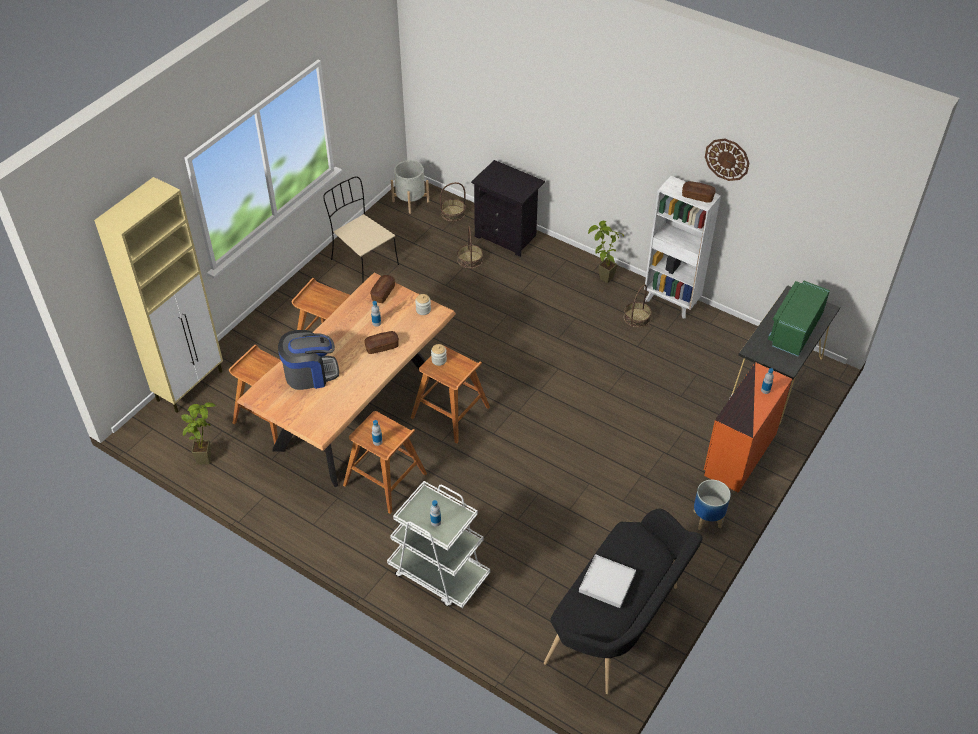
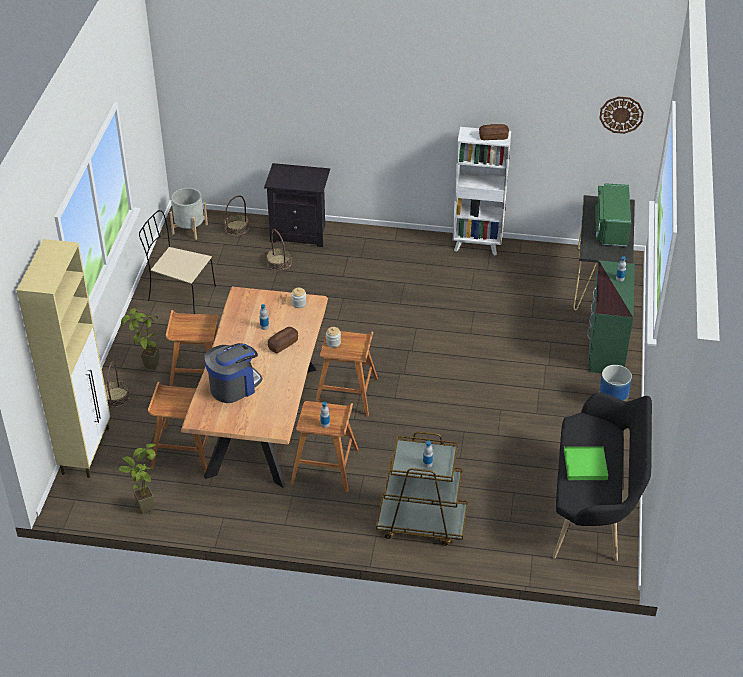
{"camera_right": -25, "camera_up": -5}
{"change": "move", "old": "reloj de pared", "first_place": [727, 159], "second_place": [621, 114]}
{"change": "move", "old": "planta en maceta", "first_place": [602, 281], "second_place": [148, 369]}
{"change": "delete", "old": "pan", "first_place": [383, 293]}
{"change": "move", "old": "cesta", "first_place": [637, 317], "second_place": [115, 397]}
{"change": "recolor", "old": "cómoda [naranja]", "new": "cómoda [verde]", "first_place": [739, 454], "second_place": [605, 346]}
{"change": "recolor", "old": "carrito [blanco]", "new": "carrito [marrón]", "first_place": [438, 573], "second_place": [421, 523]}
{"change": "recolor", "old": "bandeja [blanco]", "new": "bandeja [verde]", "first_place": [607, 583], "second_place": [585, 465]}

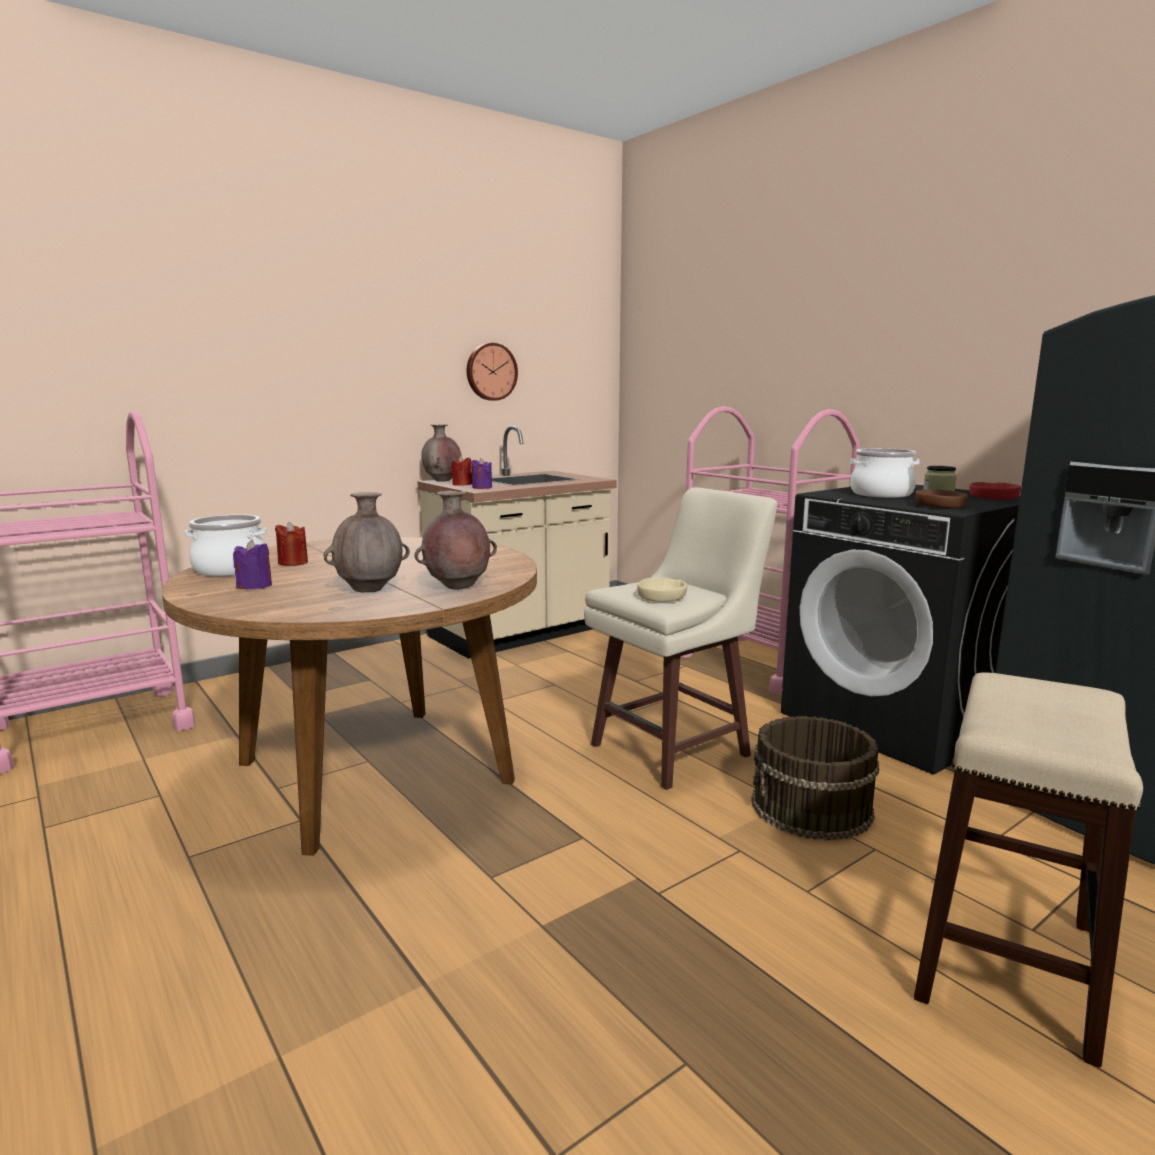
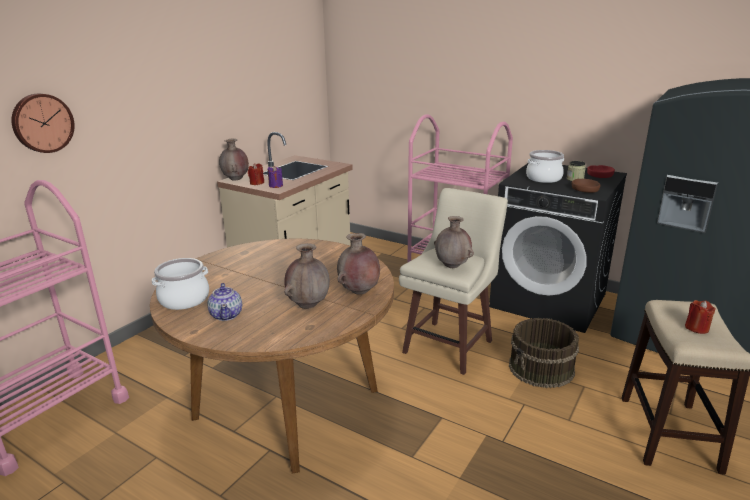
{"camera_right": -20, "camera_up": 10}
{"change": "move", "old": "reloj de pared", "first_place": [490, 372], "second_place": [42, 123]}
{"change": "move", "old": "vela [rojo]", "first_place": [293, 563], "second_place": [696, 328]}
{"change": "replace", "old": "vela [morado]", "new": "tetera", "first_place": [255, 586], "second_place": [227, 315]}
{"change": "replace", "old": "cuenco [beis]", "new": "florero [marrón]", "first_place": [662, 596], "second_place": [452, 266]}

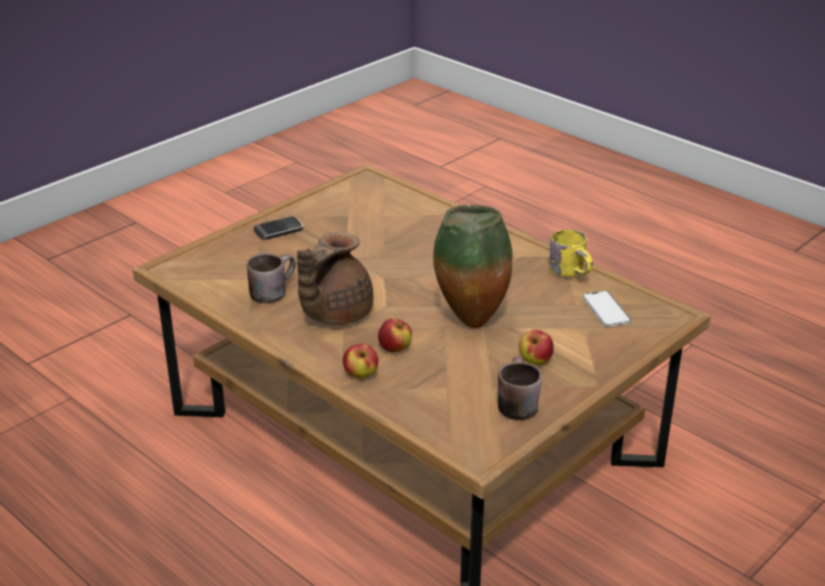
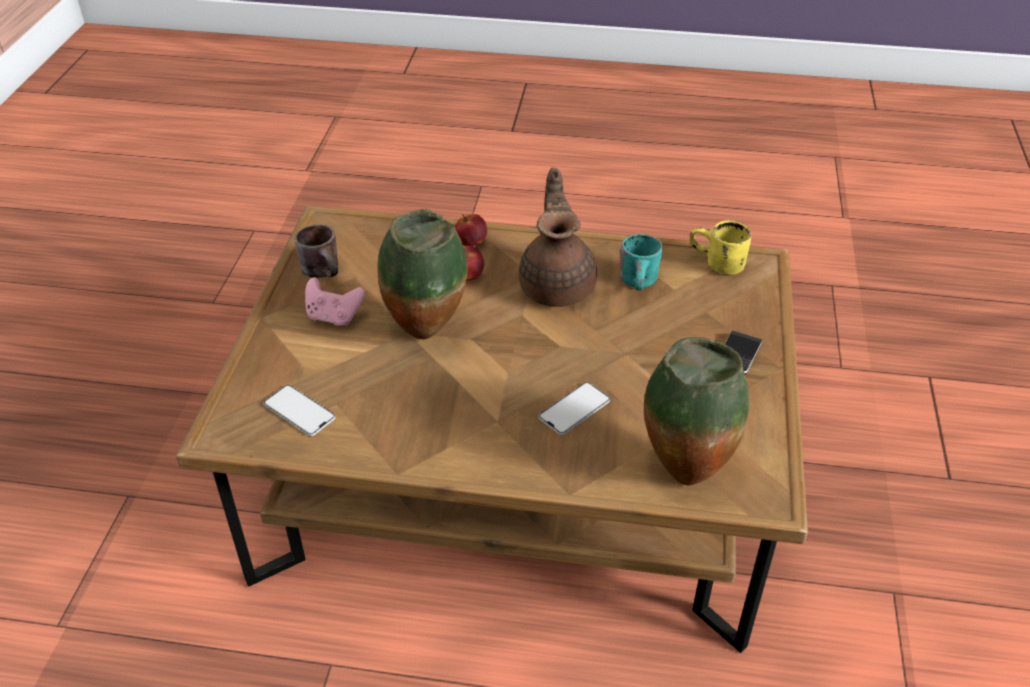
{"camera_right": 145, "camera_up": 10}
{"change": "move", "old": "taza grande [amarillo]", "first_place": [573, 272], "second_place": [716, 264]}
{"change": "recolor", "old": "taza grande [marrón]", "new": "taza grande [turquesa]", "first_place": [271, 290], "second_place": [641, 283]}
{"change": "replace", "old": "manzana", "new": "mando de consola [rosa]", "first_place": [535, 361], "second_place": [334, 317]}
{"change": "insert", "new": "florero", "second_place": [683, 471]}
{"change": "insert", "new": "móvil", "second_place": [574, 409]}

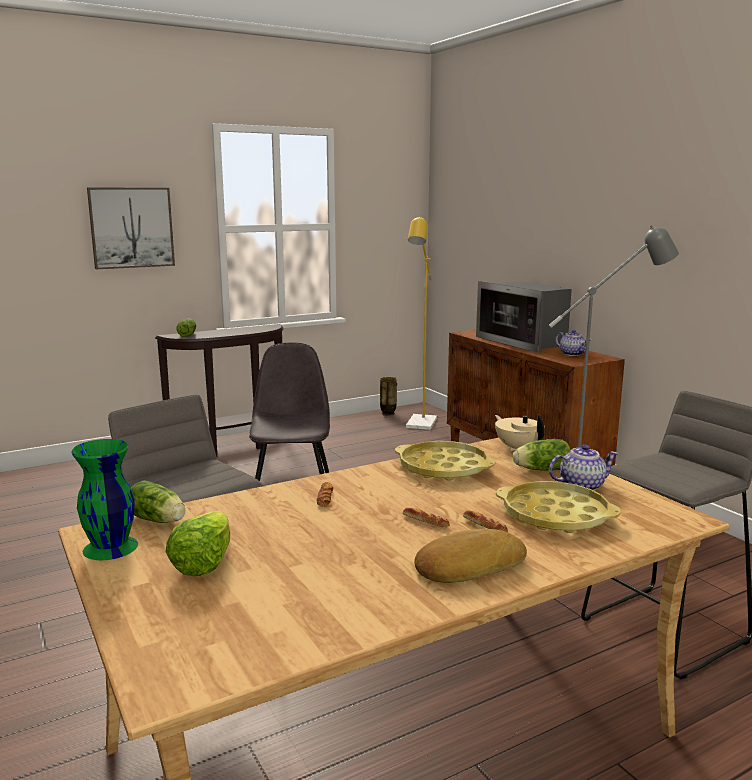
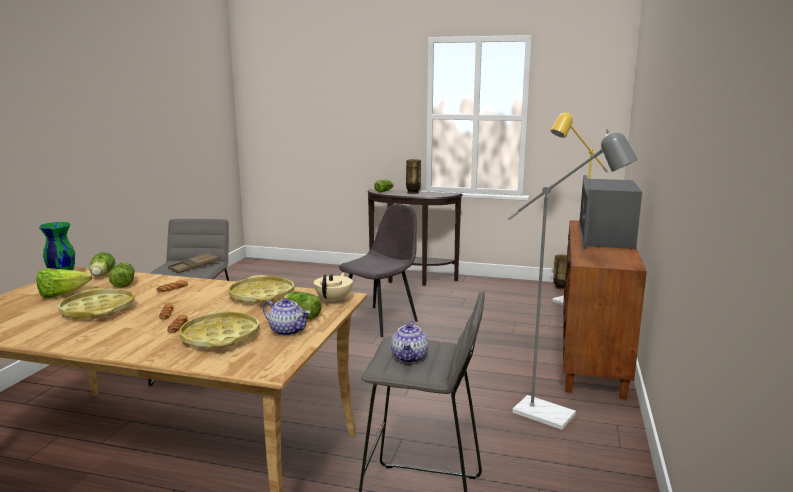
{"camera_right": 45, "camera_up": 0}
{"change": "delete", "old": "cuadro", "first_place": [131, 227]}
{"change": "move", "old": "tetera", "first_place": [572, 354], "second_place": [410, 358]}
{"change": "delete", "old": "pan", "first_place": [468, 565]}
{"change": "insert", "new": "florero", "second_place": [413, 193]}
{"change": "insert", "new": "bandeja [marrón]", "second_place": [194, 266]}
{"change": "insert", "new": "lechuga", "second_place": [124, 283]}
{"change": "insert", "new": "bandeja [amarillo]", "second_place": [98, 310]}

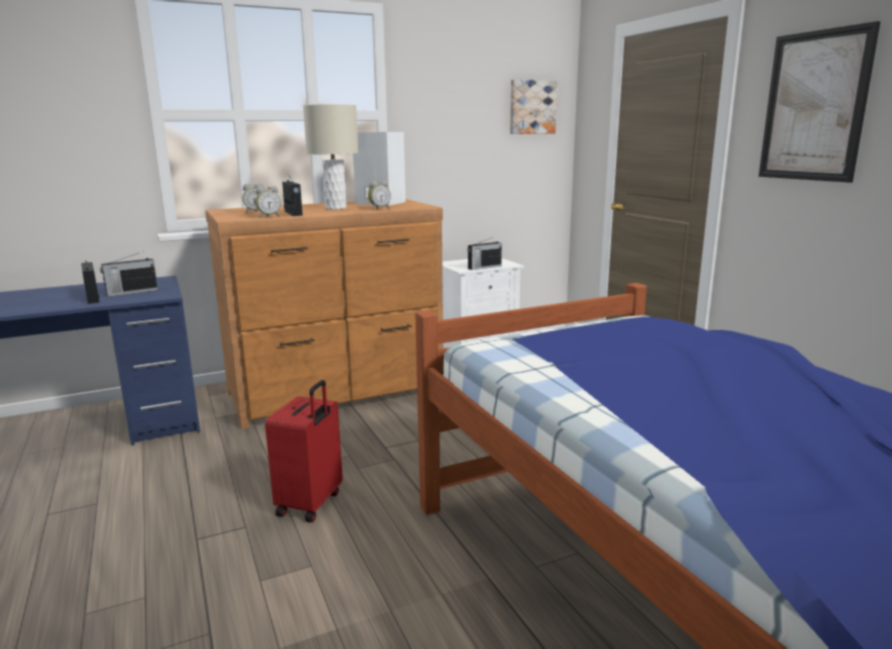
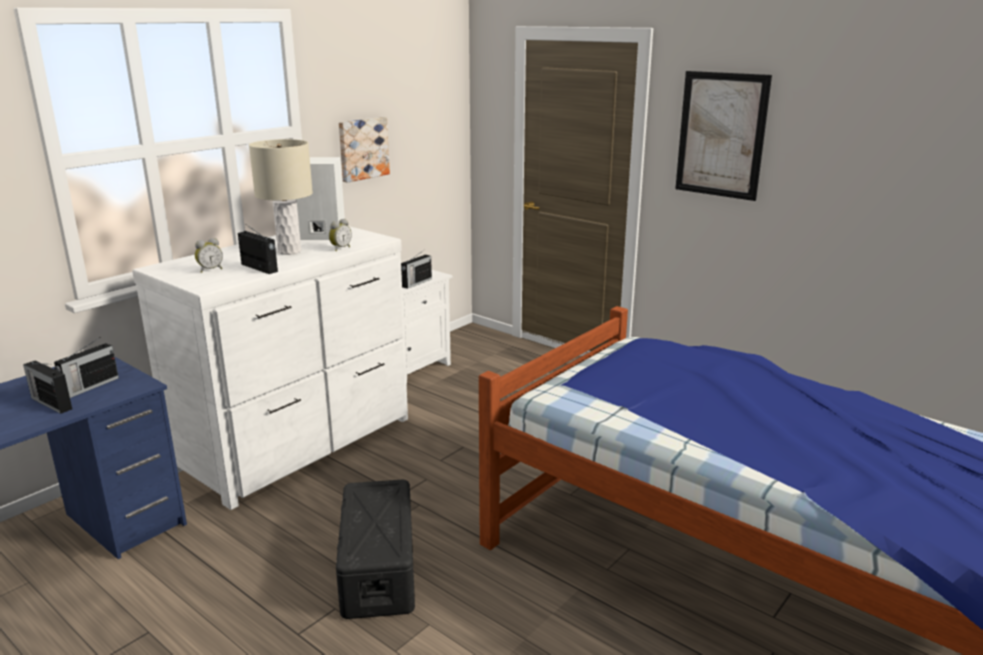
{"camera_right": -25, "camera_up": 5}
{"change": "move", "old": "cuadro", "first_place": [532, 107], "second_place": [362, 148]}
{"change": "delete", "old": "despertador", "first_place": [269, 216]}
{"change": "recolor", "old": "cómoda [marrón]", "new": "cómoda [blanco]", "first_place": [337, 392], "second_place": [298, 443]}
{"change": "replace", "old": "maleta [rojo]", "new": "caja de almacenaje [negro]", "first_place": [311, 504], "second_place": [378, 569]}

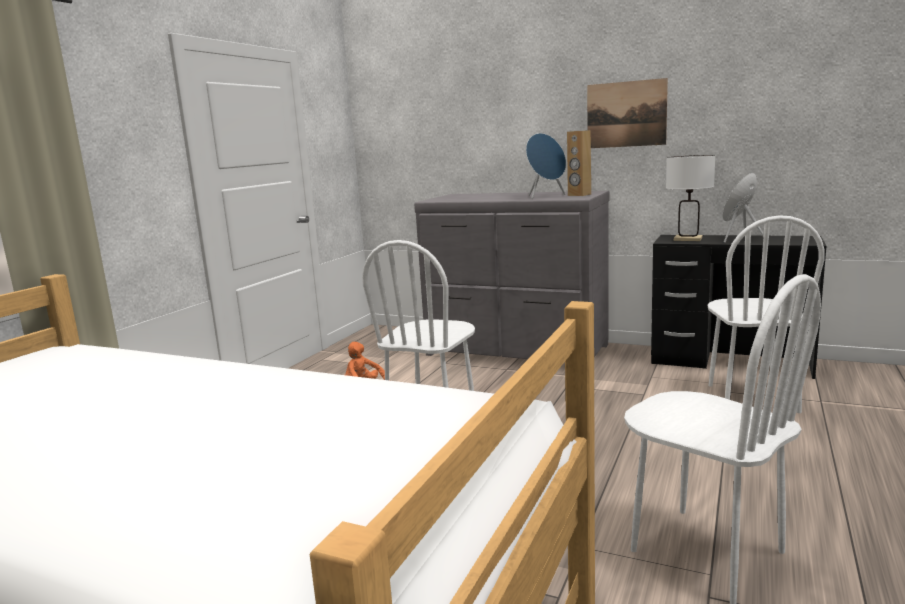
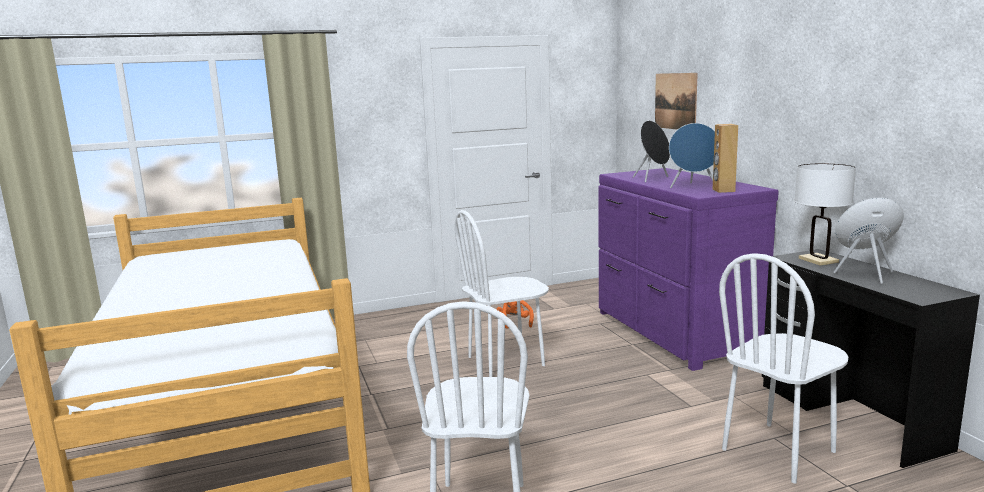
{"camera_right": 45, "camera_up": 0}
{"change": "move", "old": "cuadro", "first_place": [626, 114], "second_place": [675, 101]}
{"change": "recolor", "old": "cómoda [gris]", "new": "cómoda [morado]", "first_place": [516, 351], "second_place": [673, 333]}
{"change": "insert", "new": "altavoz [negro]", "second_place": [652, 179]}

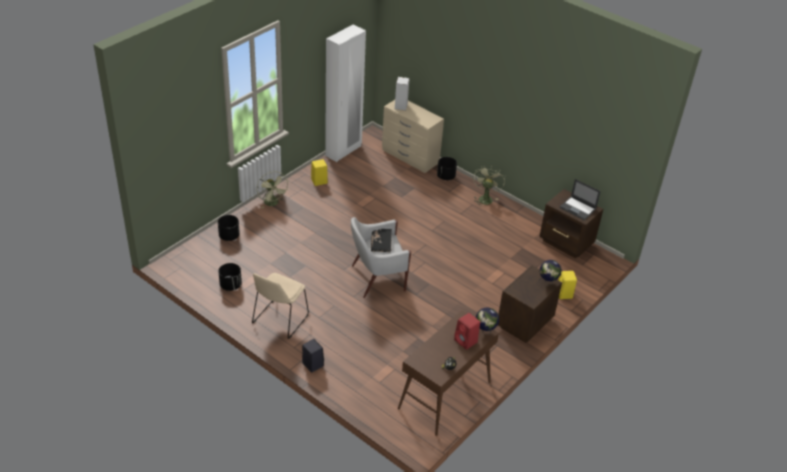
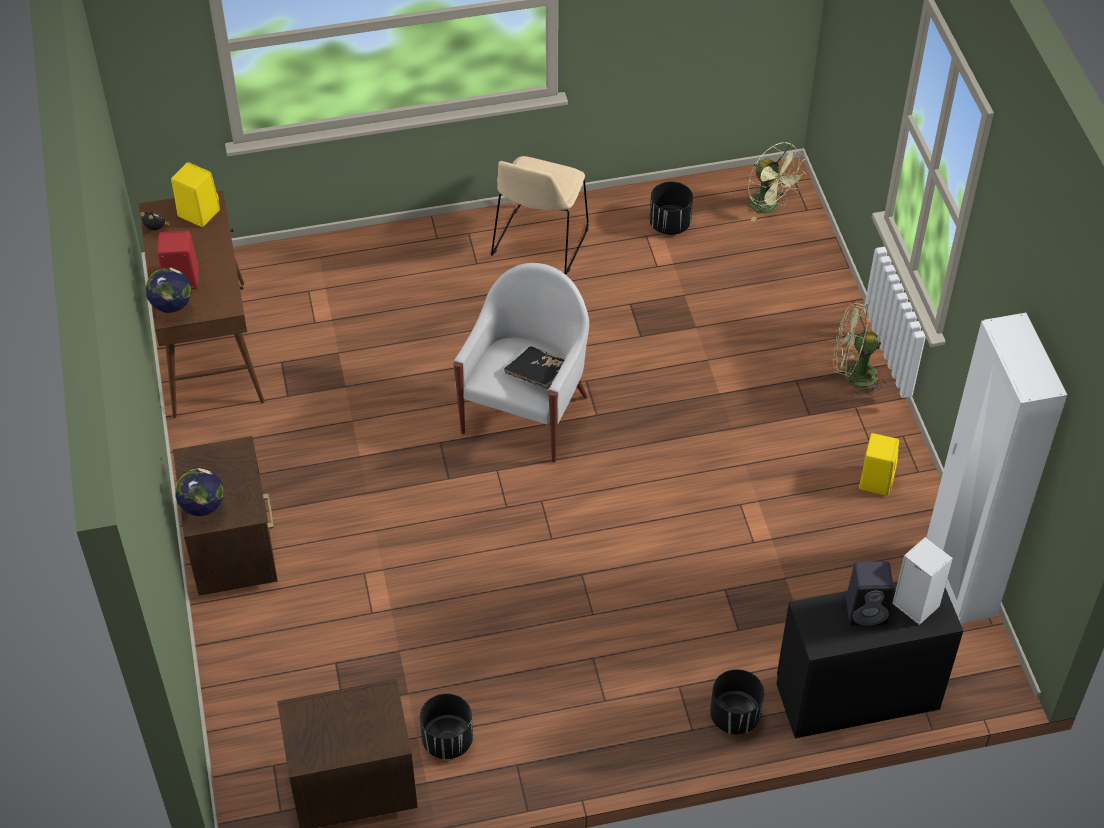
{"camera_right": 130, "camera_up": 10}
{"change": "recolor", "old": "cómoda [beis]", "new": "cómoda [negro]", "first_place": [410, 157], "second_place": [856, 694]}
{"change": "move", "old": "ventilador [verde]", "first_place": [485, 198], "second_place": [769, 207]}
{"change": "delete", "old": "portátil", "first_place": [578, 208]}
{"change": "move", "old": "maceta [negro]", "first_place": [229, 236], "second_place": [448, 740]}
{"change": "move", "old": "altavoz [amarillo]", "first_place": [564, 294], "second_place": [197, 213]}
{"change": "rotate", "old": "silla [beis]", "first_place": [279, 320], "second_place": [539, 244], "degrees": -135}
{"change": "move", "old": "altavoz [negro]", "first_place": [312, 364], "second_place": [867, 610]}

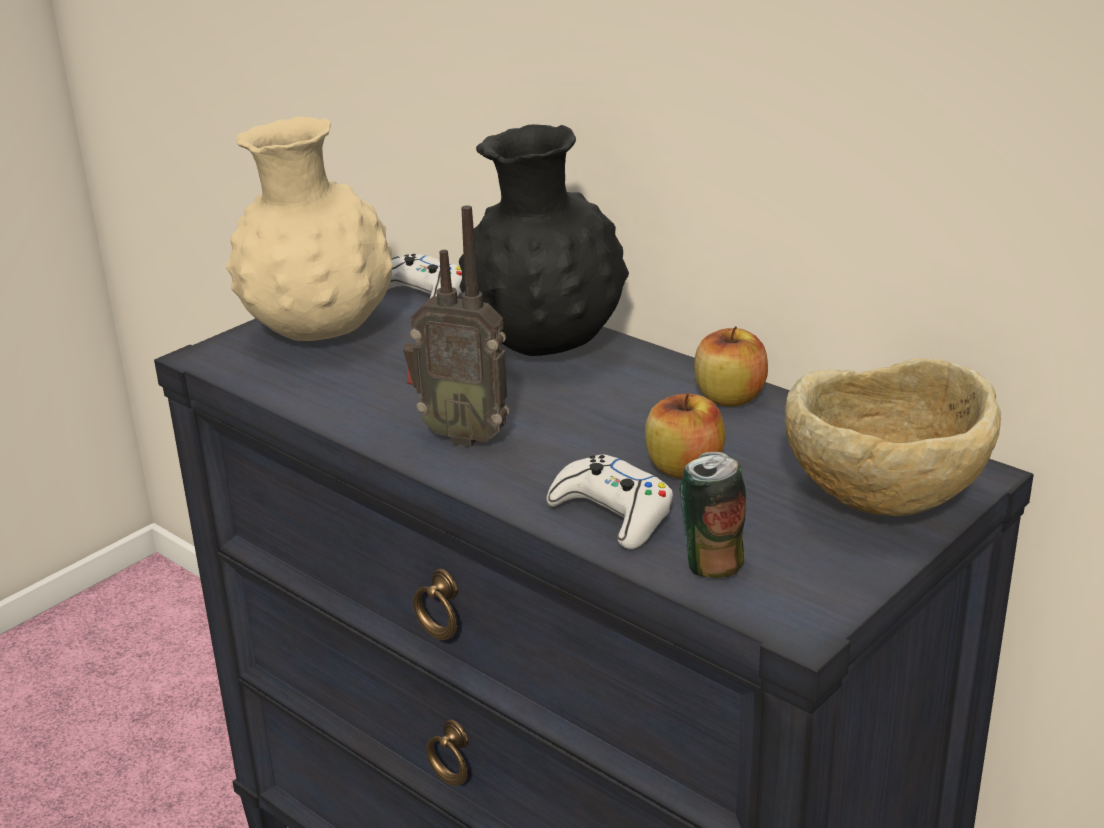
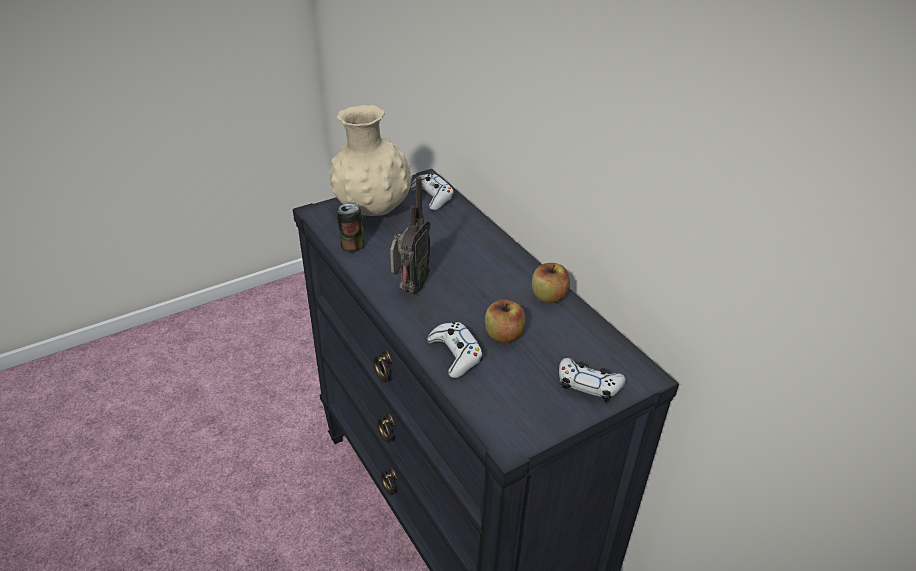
{"camera_right": 15, "camera_up": 10}
{"change": "delete", "old": "florero [negro]", "first_place": [545, 348]}
{"change": "rotate", "old": "radio", "first_place": [464, 435], "second_place": [410, 288], "degrees": -105}
{"change": "replace", "old": "cuenco [beis]", "new": "mando de consola [blanco]", "first_place": [883, 506], "second_place": [589, 384]}
{"change": "move", "old": "lata", "first_place": [712, 562], "second_place": [352, 245]}

